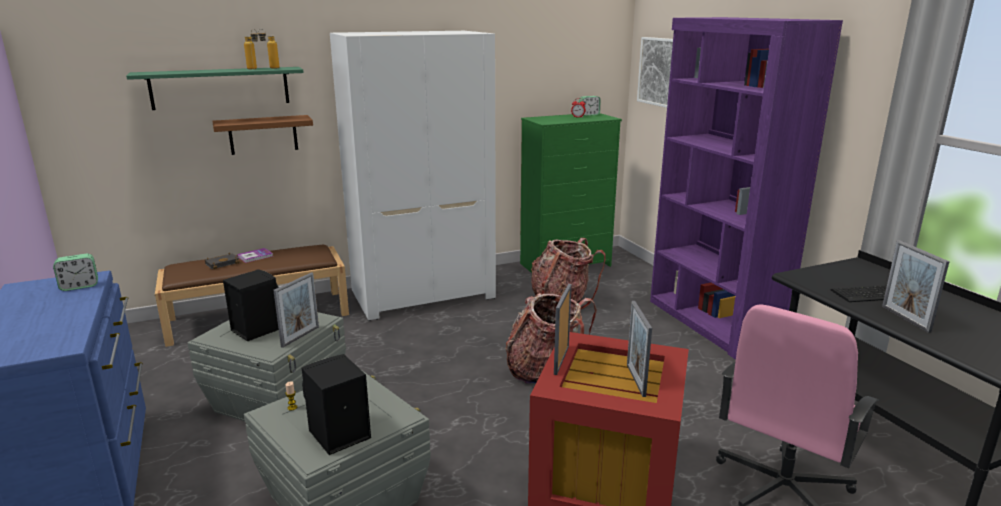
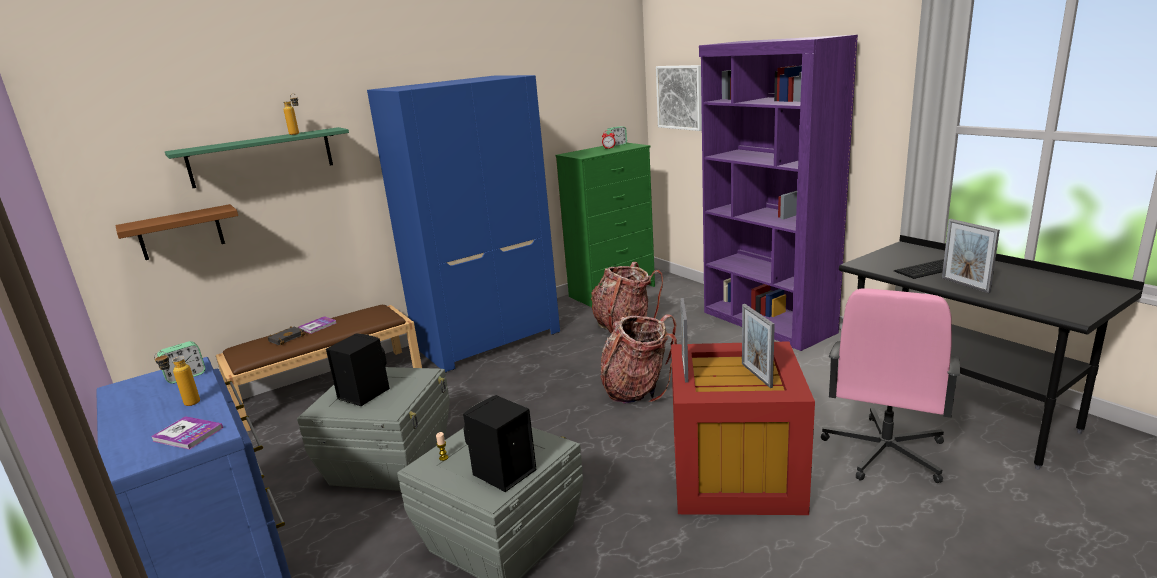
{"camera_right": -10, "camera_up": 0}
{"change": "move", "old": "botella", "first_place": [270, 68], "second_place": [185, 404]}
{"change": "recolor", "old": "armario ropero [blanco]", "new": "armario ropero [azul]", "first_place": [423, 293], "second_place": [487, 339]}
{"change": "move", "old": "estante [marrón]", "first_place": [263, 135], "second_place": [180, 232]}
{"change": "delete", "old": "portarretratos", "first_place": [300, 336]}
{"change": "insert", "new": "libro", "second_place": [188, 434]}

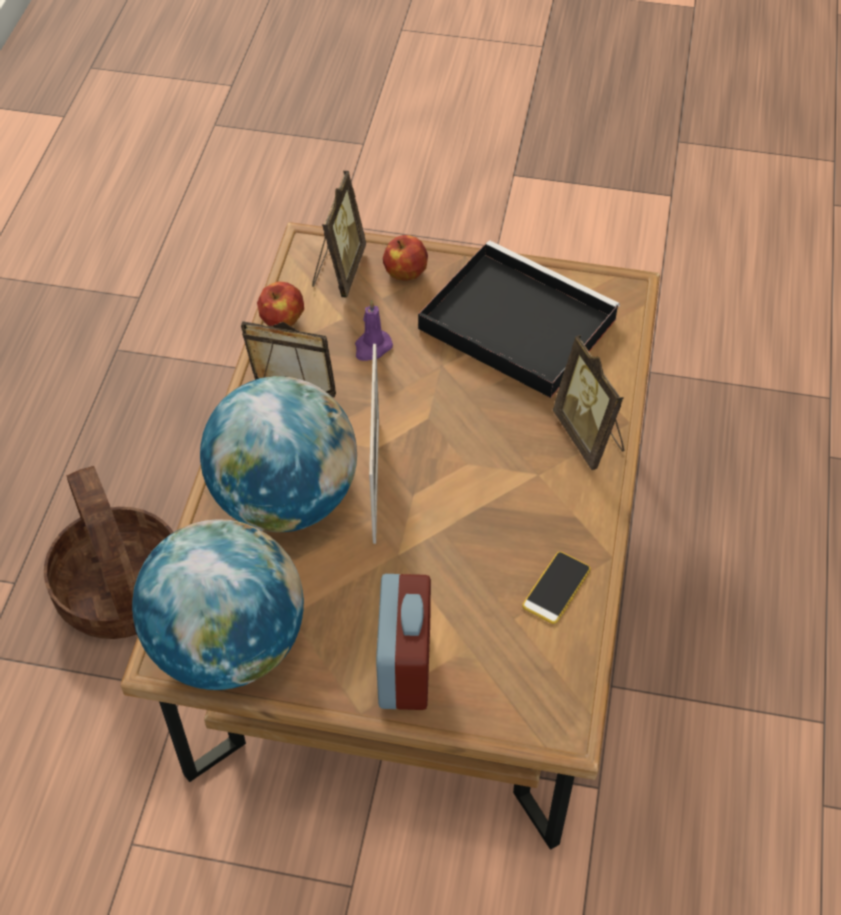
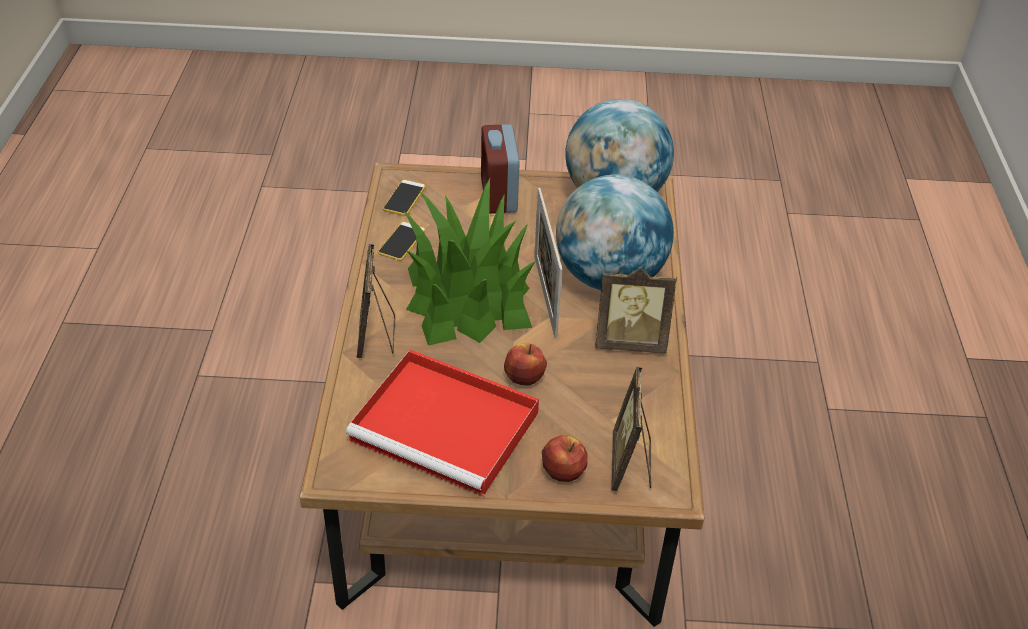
{"camera_right": 170, "camera_up": -10}
{"change": "recolor", "old": "bandeja [negro]", "new": "bandeja [rojo]", "first_place": [513, 323], "second_place": [448, 427]}
{"change": "move", "old": "manzana", "first_place": [283, 320], "second_place": [524, 377]}
{"change": "delete", "old": "vela [morado]", "first_place": [372, 347]}
{"change": "rotate", "old": "portarretratos", "first_place": [589, 436], "second_place": [376, 336], "degrees": -150}
{"change": "delete", "old": "cesta", "first_place": [120, 589]}
{"change": "insert", "new": "planta en maceta", "second_place": [467, 297]}
{"change": "insert", "new": "móvil", "second_place": [404, 198]}

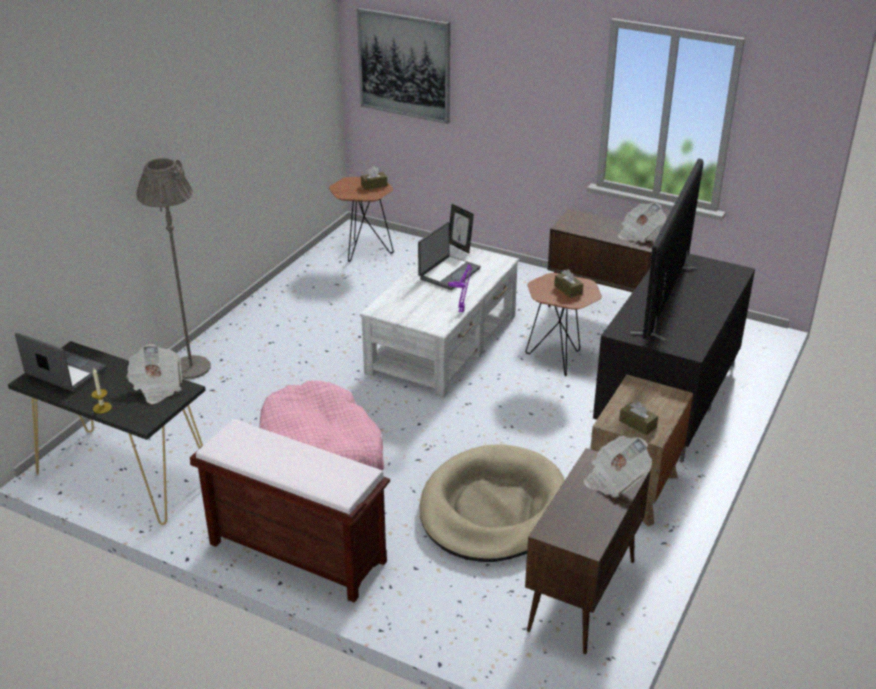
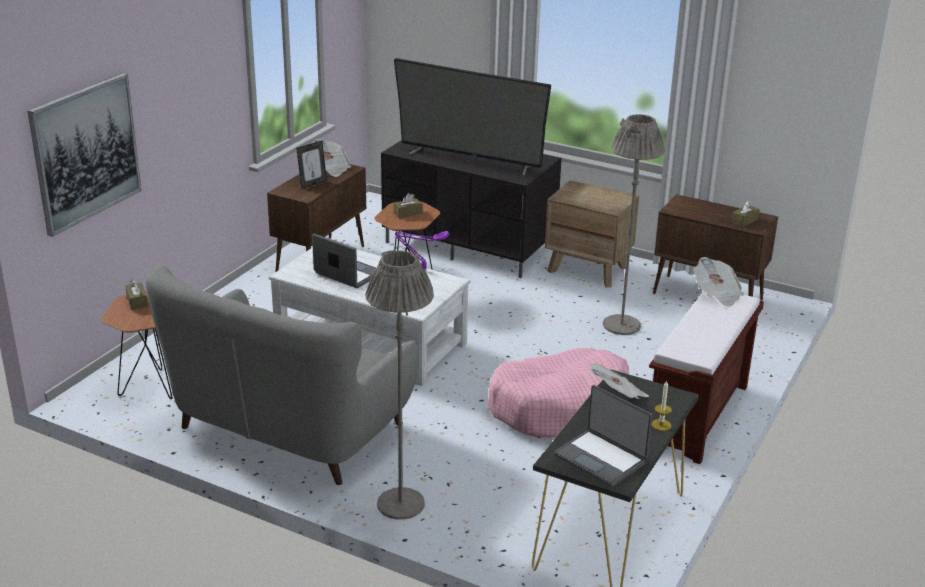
{"camera_right": -90, "camera_up": -5}
{"change": "move", "old": "portarretratos", "first_place": [460, 247], "second_place": [312, 183]}
{"change": "rotate", "old": "portátil", "first_place": [64, 373], "second_place": [601, 458], "degrees": -75}
{"change": "move", "old": "caja de pañuelos [marrón]", "first_place": [637, 424], "second_place": [744, 221]}
{"change": "move", "old": "periódico", "first_place": [615, 479], "second_place": [717, 294]}
{"change": "replace", "old": "cama para perro [beis]", "new": "lámpara de pie [gris]", "first_place": [493, 509], "second_place": [621, 325]}
{"change": "insert", "new": "sofá [gris]", "second_place": [288, 428]}

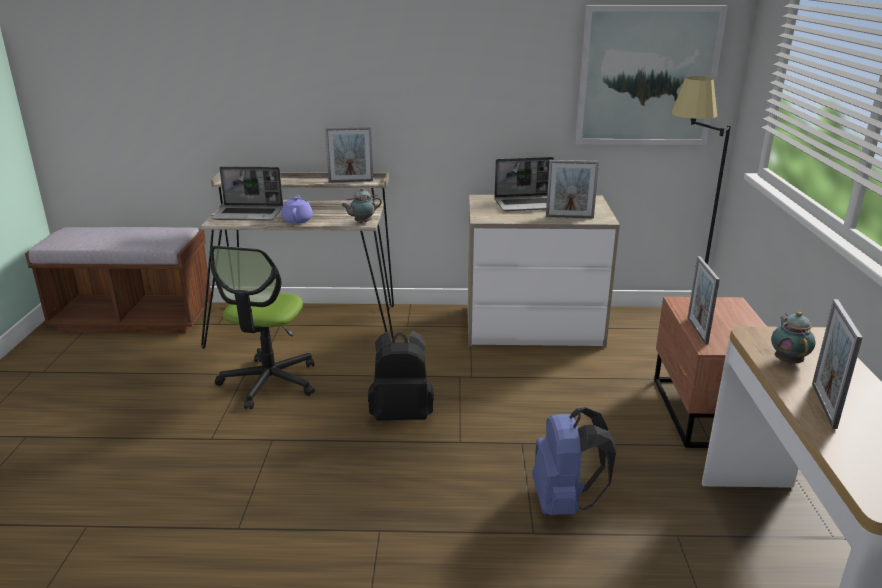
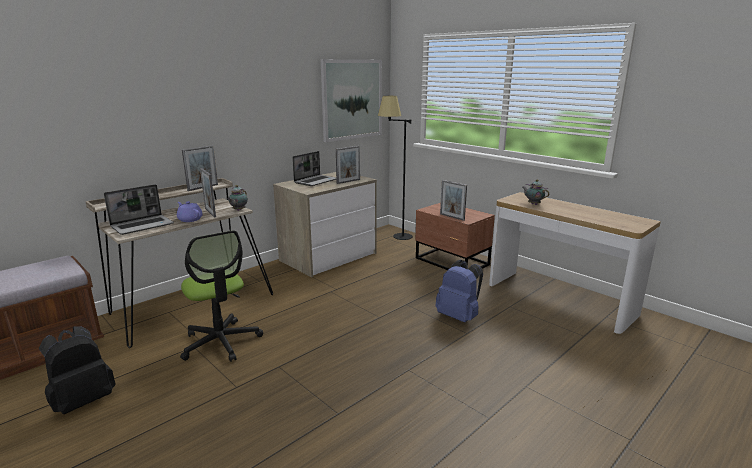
{"camera_right": -45, "camera_up": -5}
{"change": "move", "old": "portarretratos", "first_place": [823, 405], "second_place": [210, 212]}
{"change": "move", "old": "mochila [negro]", "first_place": [402, 414], "second_place": [83, 400]}

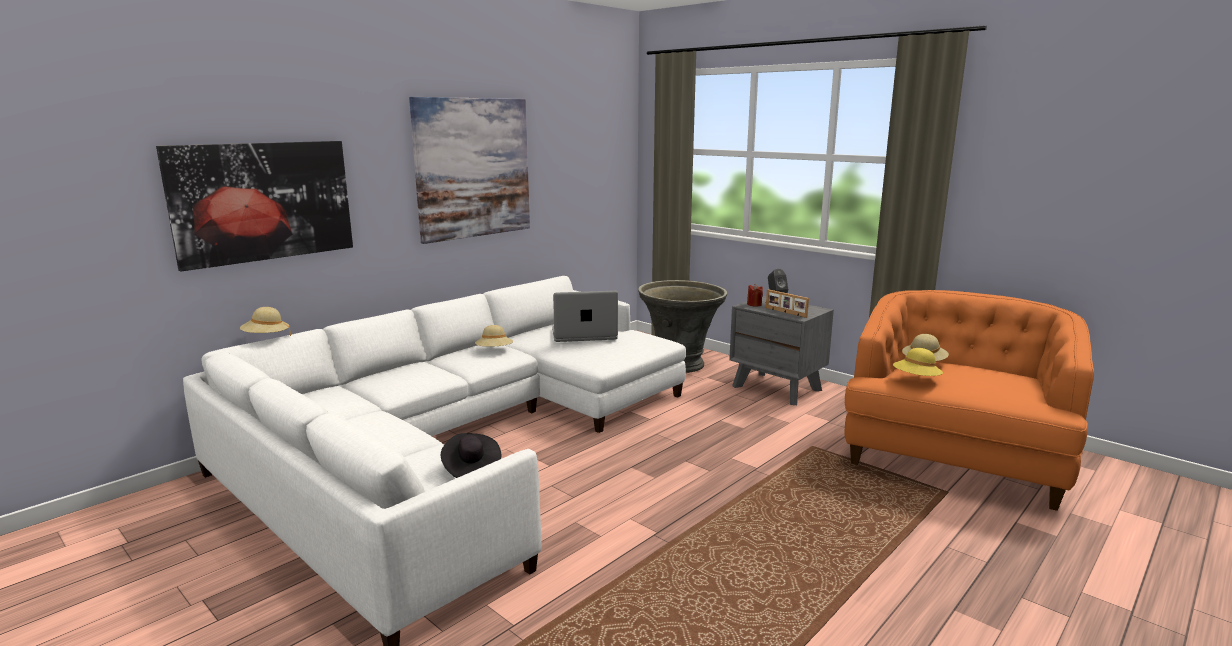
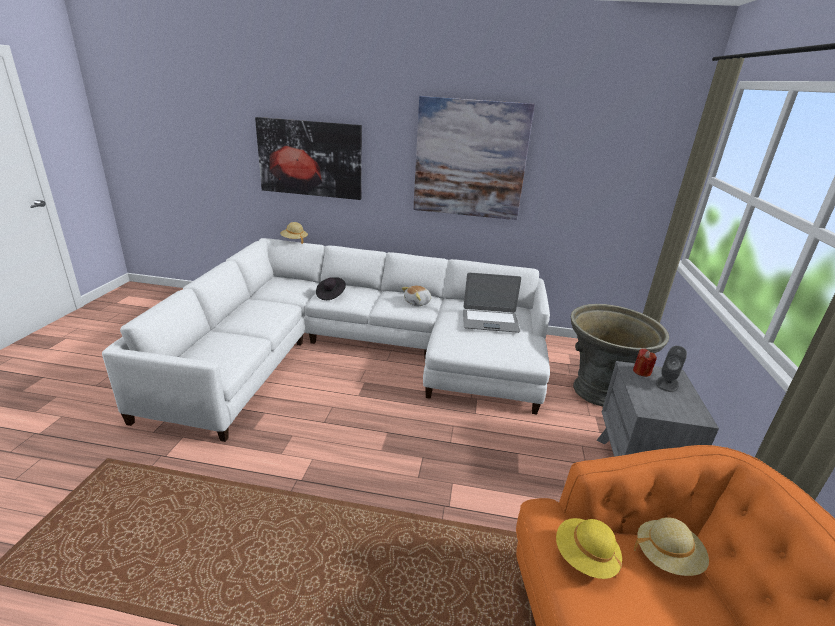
{"camera_right": 55, "camera_up": 10}
{"change": "delete", "old": "portarretratos", "first_place": [785, 312]}
{"change": "rotate", "old": "portátil", "first_place": [584, 334], "second_place": [490, 321], "degrees": 135}
{"change": "replace", "old": "sombrero [beis]", "new": "peluche", "first_place": [494, 351], "second_place": [418, 303]}
{"change": "move", "old": "sombrero [negro]", "first_place": [471, 469], "second_place": [331, 295]}

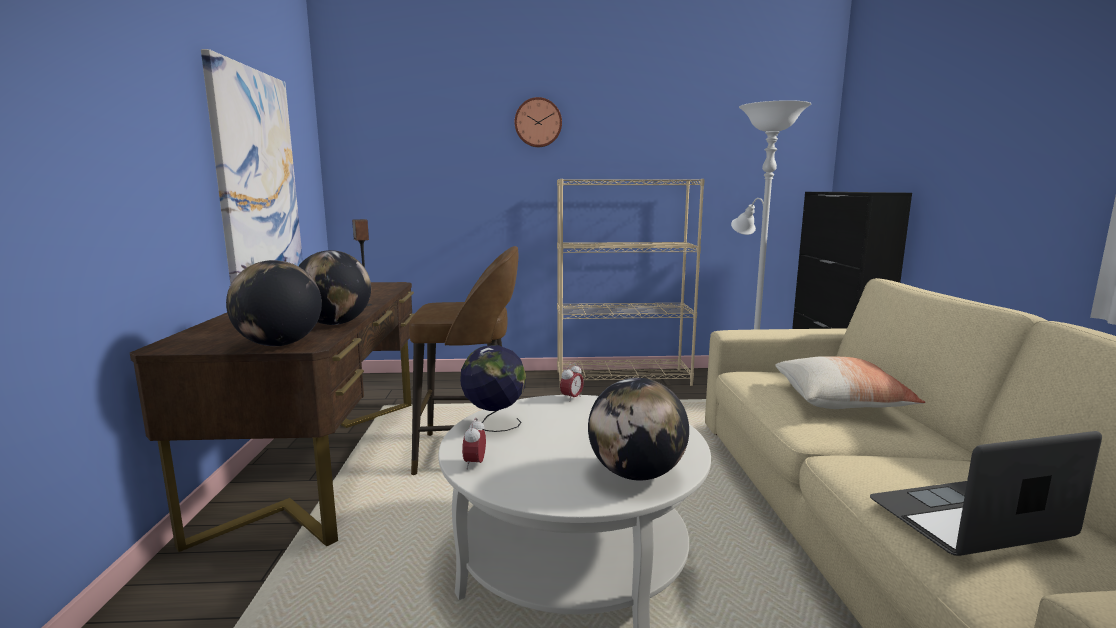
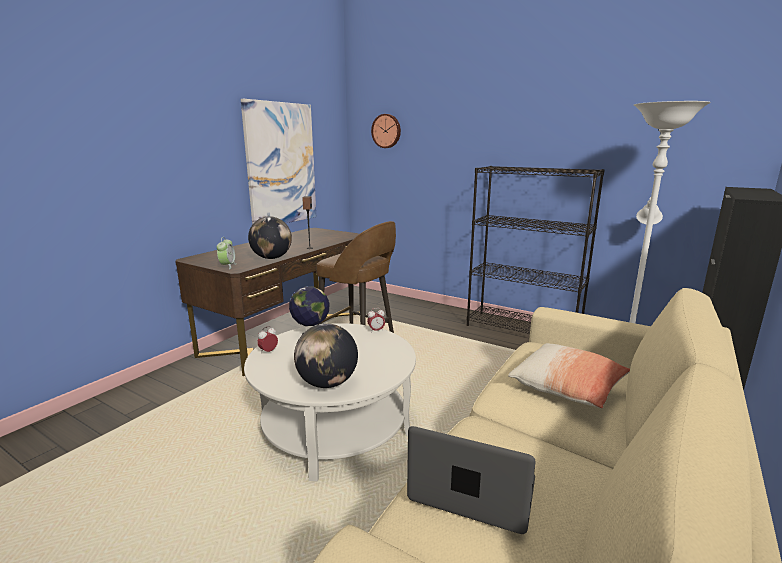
{"camera_right": 35, "camera_up": 5}
{"change": "move", "old": "reloj de pared", "first_place": [538, 122], "second_place": [386, 131]}
{"change": "recolor", "old": "estantería [beis]", "new": "estantería [negro]", "first_place": [623, 378], "second_place": [523, 329]}
{"change": "replace", "old": "globo terráqueo", "new": "despertador", "first_place": [280, 344], "second_place": [227, 266]}

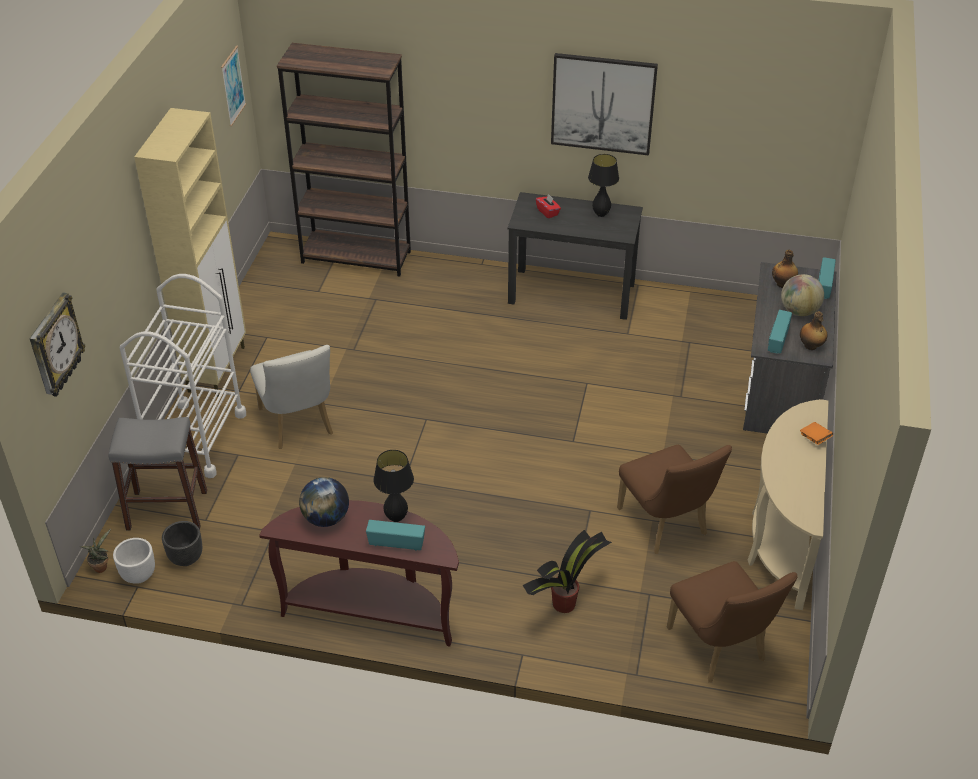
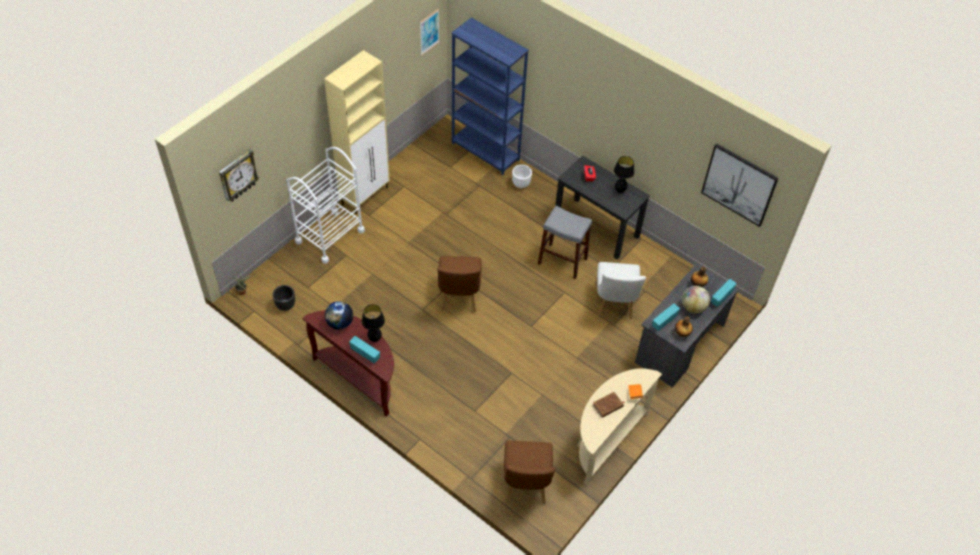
{"camera_right": 25, "camera_up": 10}
{"change": "recolor", "old": "estantería [marrón]", "new": "estantería [azul]", "first_place": [356, 257], "second_place": [485, 152]}
{"change": "move", "old": "cuadro", "first_place": [603, 103], "second_place": [739, 184]}
{"change": "move", "old": "silla [blanco]", "first_place": [298, 425], "second_place": [614, 305]}
{"change": "move", "old": "taburete [gris]", "first_place": [167, 510], "second_place": [562, 261]}
{"change": "move", "old": "silla [marrón]", "first_place": [666, 526], "second_place": [459, 298]}
{"change": "delete", "old": "planta en maceta", "first_place": [565, 603]}
{"change": "move", "old": "maceta [blanco]", "first_place": [139, 575], "second_place": [521, 184]}
{"change": "insert", "new": "libro [marrón]", "second_place": [608, 406]}

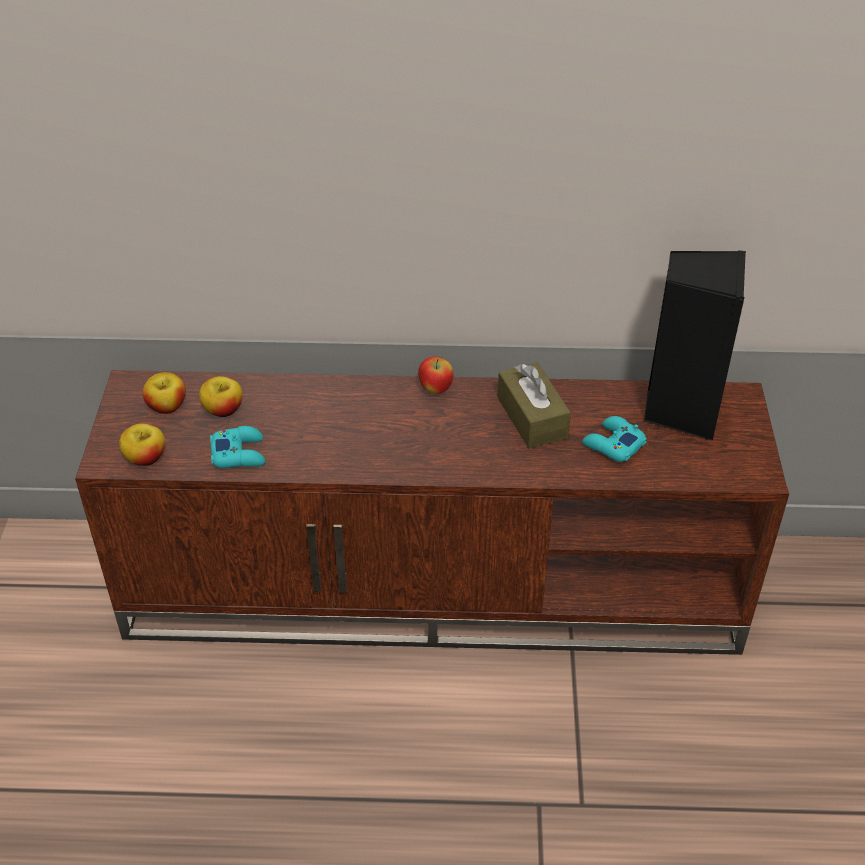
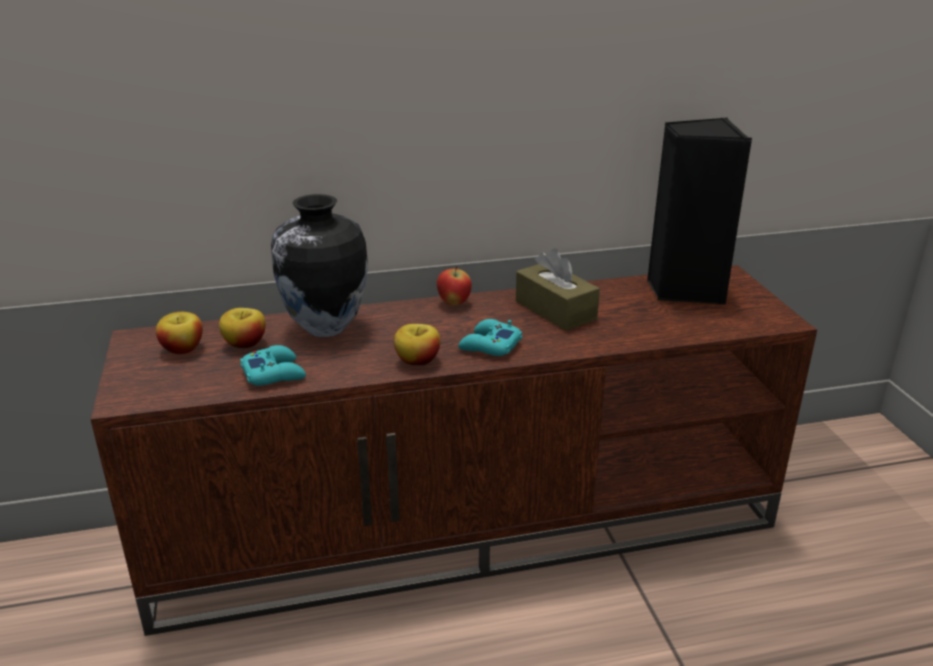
{"camera_right": -15, "camera_up": -15}
{"change": "move", "old": "mando de consola [turquesa]", "first_place": [613, 444], "second_place": [489, 345]}
{"change": "move", "old": "manzana", "first_place": [145, 458], "second_place": [417, 361]}
{"change": "insert", "new": "florero", "second_place": [324, 329]}

